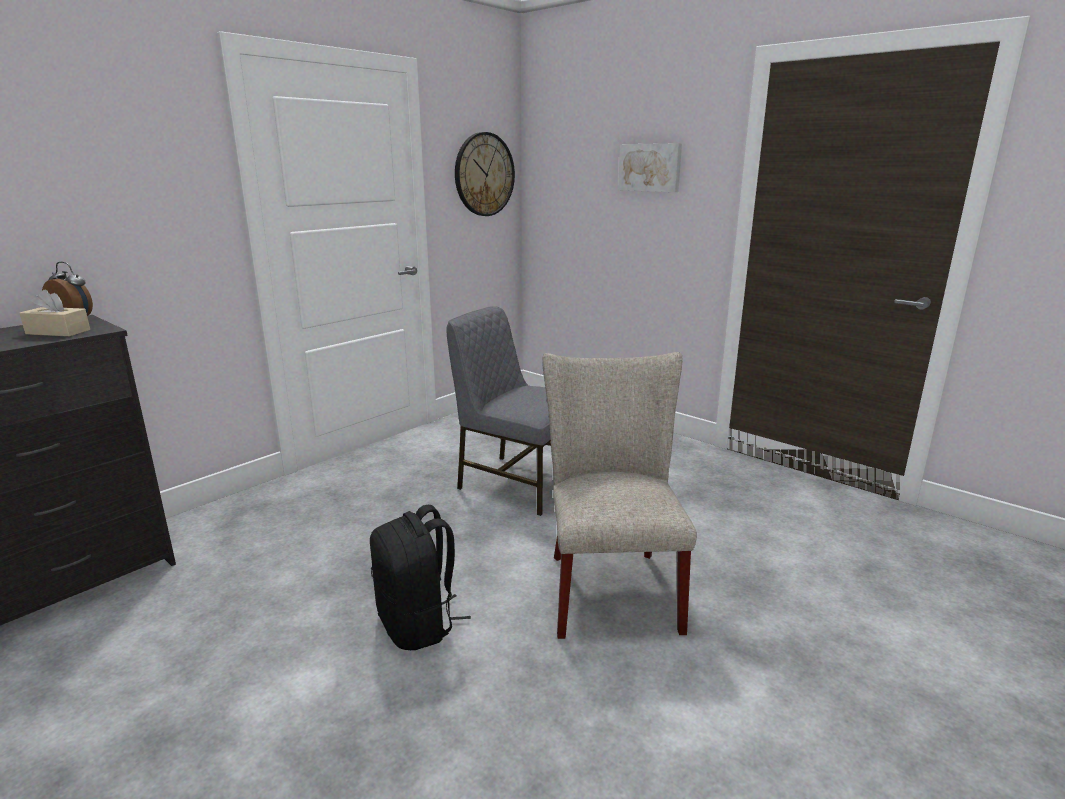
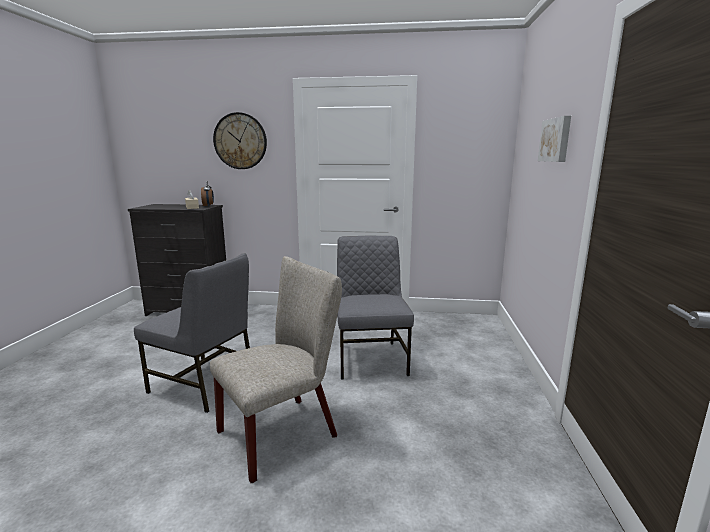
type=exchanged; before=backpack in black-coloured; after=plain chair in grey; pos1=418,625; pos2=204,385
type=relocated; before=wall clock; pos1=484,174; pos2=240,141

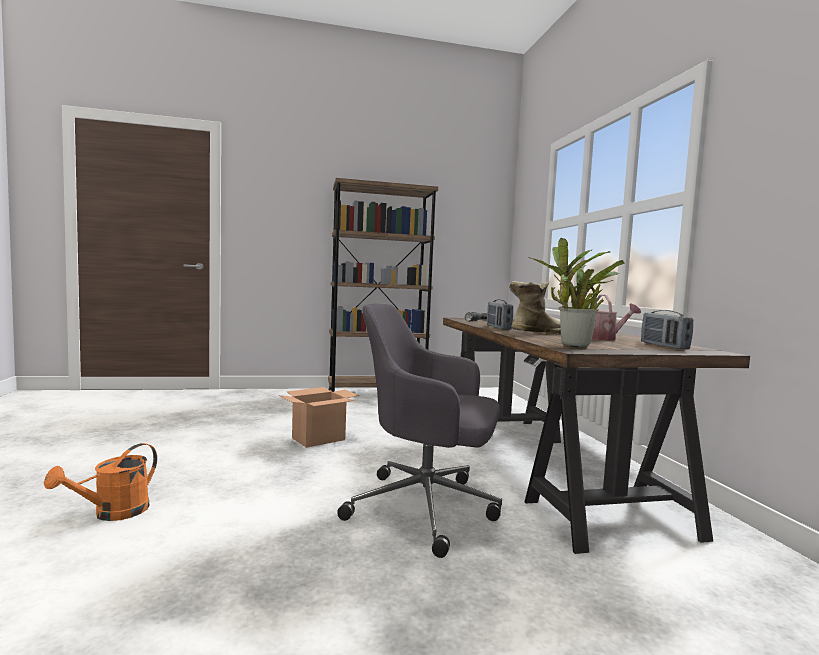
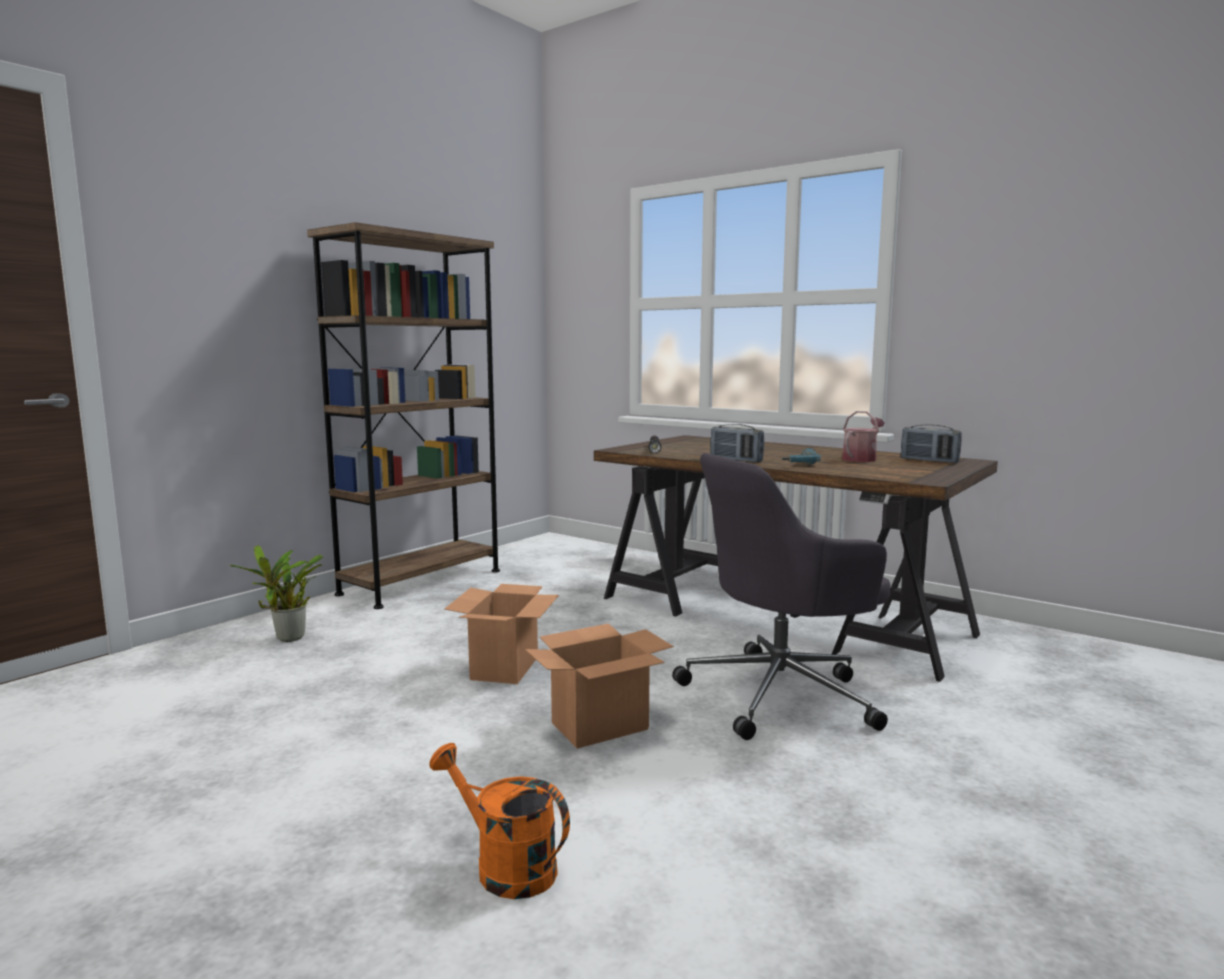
type=relocated; before=potted plant; pos1=572,346; pos2=288,639
type=spun; before=watering can in orange-coloured; pos1=113,514; pos2=504,866; turn=135
type=appeared; after=carton; pos2=600,726
type=exchanged; before=boot; after=power drill; pos1=535,333; pos2=797,462

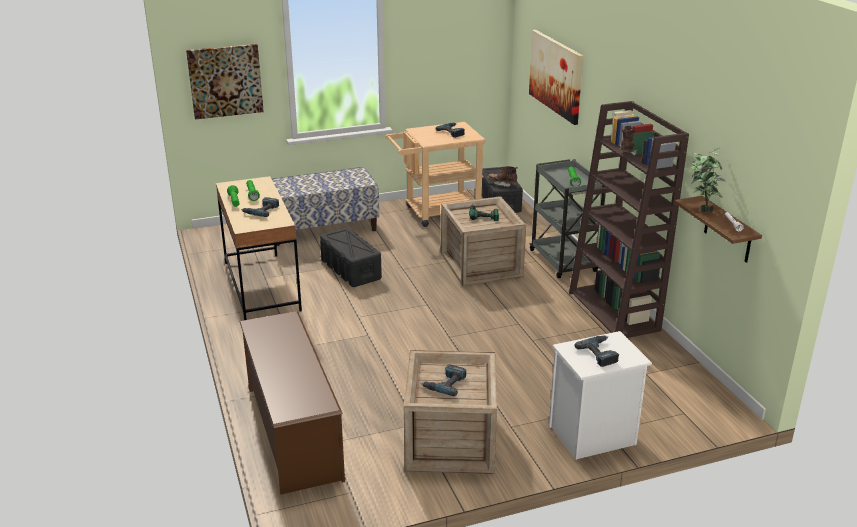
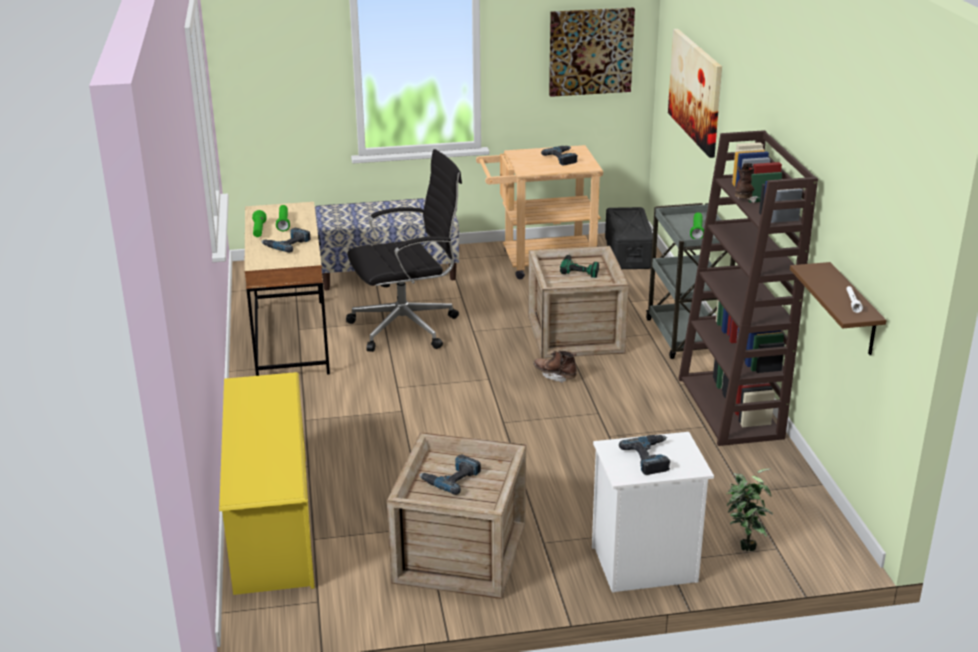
type=colour; before=shoe rack in brown-coloured; after=shoe rack in yellowish; pos1=293,432; pos2=271,521
type=exchanged; before=storage container in black-coloured; after=computer chair in black-coloured; pos1=351,269; pos2=407,327
type=relocated; before=boot in brown-coloured; pos1=502,184; pos2=555,375
type=relocated; before=picture; pos1=225,81; pos2=590,51
type=relocated; before=potted plant; pos1=701,208; pos2=744,543

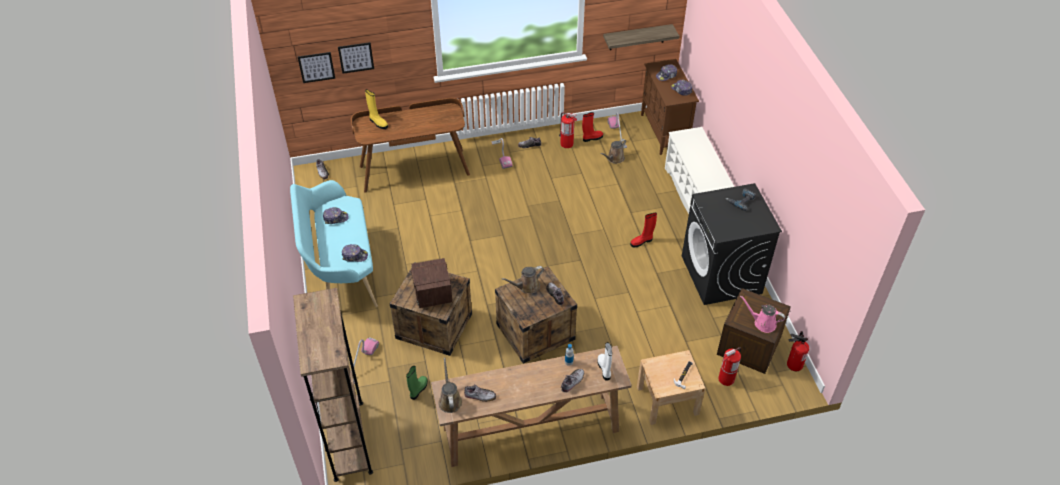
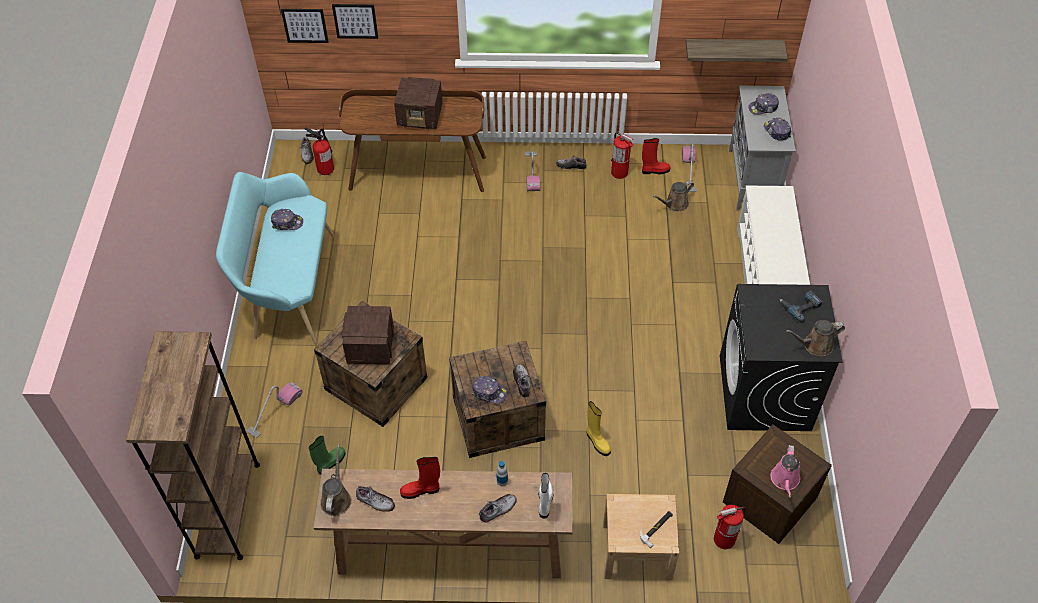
type=relocated; before=fire-fighting cylinder; pos1=793,364; pos2=326,168
type=appeared; after=radio set; pos2=421,116
type=relocated; before=boot in reddish; pos1=642,241; pos2=421,490
type=relocated; before=cap; pos1=354,256; pos2=489,392
type=relocated; before=boot in yellowish; pos1=378,123; pos2=597,442
type=colour; before=cabinet in brown-coloured; after=cabinet in grey; pos1=664,132; pos2=752,180
type=spun; before=watering can in pinkish; pos1=762,323; pos2=785,480; turn=-120
type=relocated; before=watering can in brown-coloured; pos1=526,286; pos2=815,345

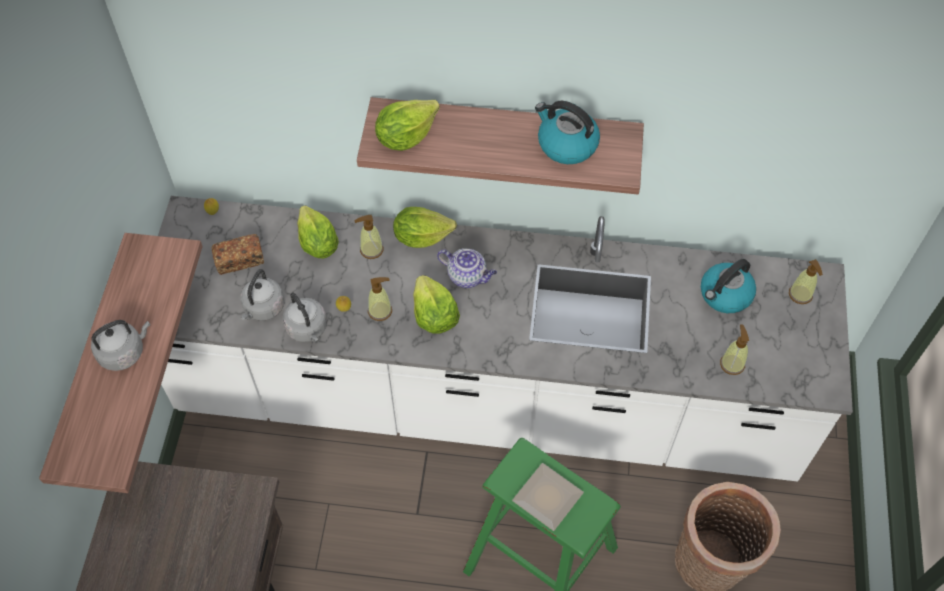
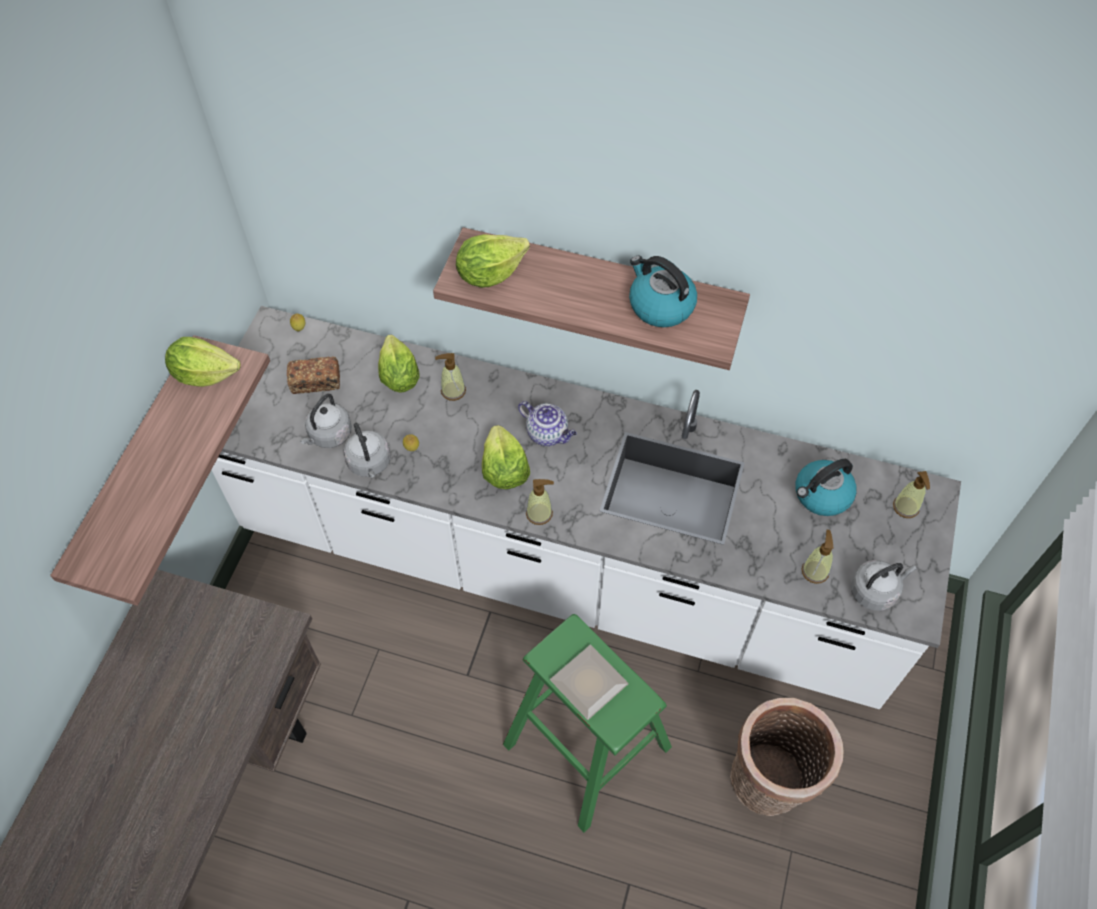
type=relocated; before=lettuce; pos1=421,237; pos2=204,374
type=relocated; before=soap dispenser; pos1=380,311; pos2=539,513
type=relocated; before=water kettle in grey; pos1=124,352; pos2=875,591

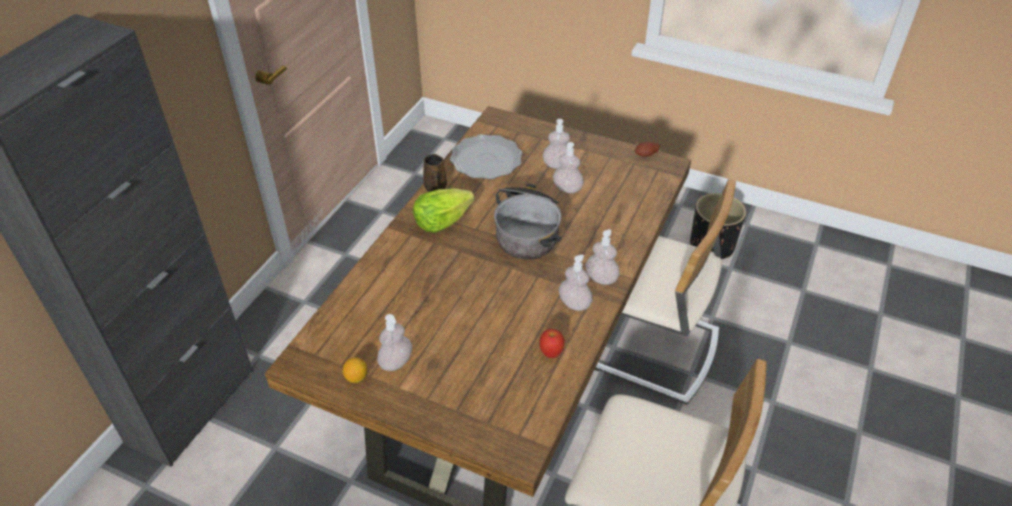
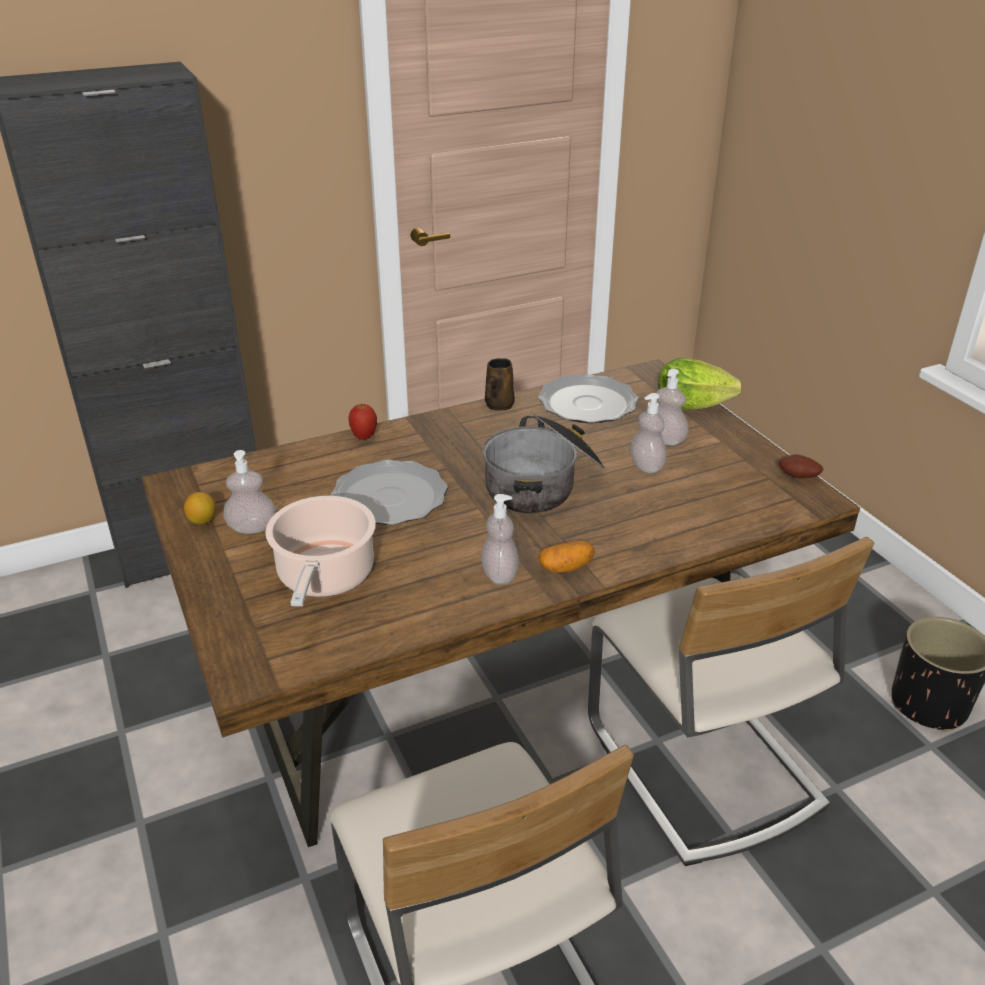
type=appeared; after=cooking pot; pos2=325,577
type=appeared; after=plate; pos2=390,498
type=relocated; before=apple fruit; pos1=551,353; pos2=364,437
type=exchanged; before=soap dispenser; after=whole potato; pos1=601,278; pos2=566,567
type=relocated; before=lettuce; pos1=441,222; pos2=691,405

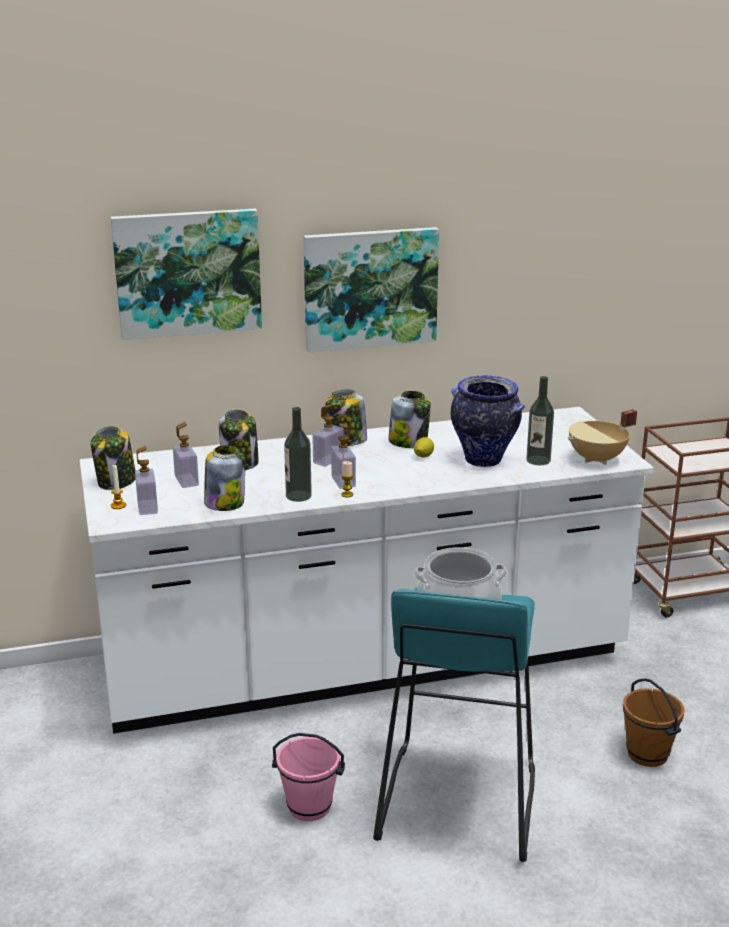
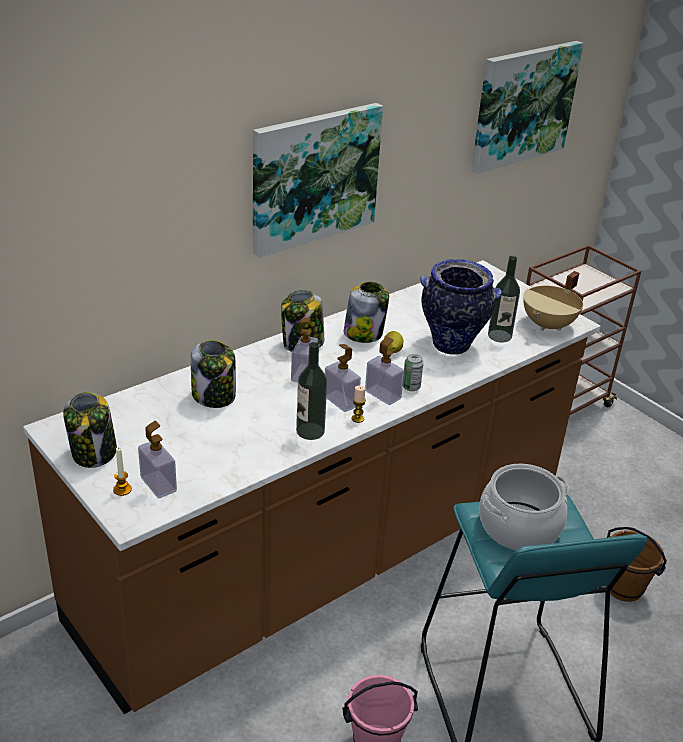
type=colour; before=kitchen base unit in white; after=kitchen base unit in brown-coloured; pos1=364,664; pos2=330,554
type=relocated; before=soap dispenser; pos1=186,481; pos2=382,395
type=appeared; after=metal can; pos2=411,387
type=relocated; before=picture; pos1=187,272; pos2=523,105
type=missing; before=preserve jar; pos1=225,503

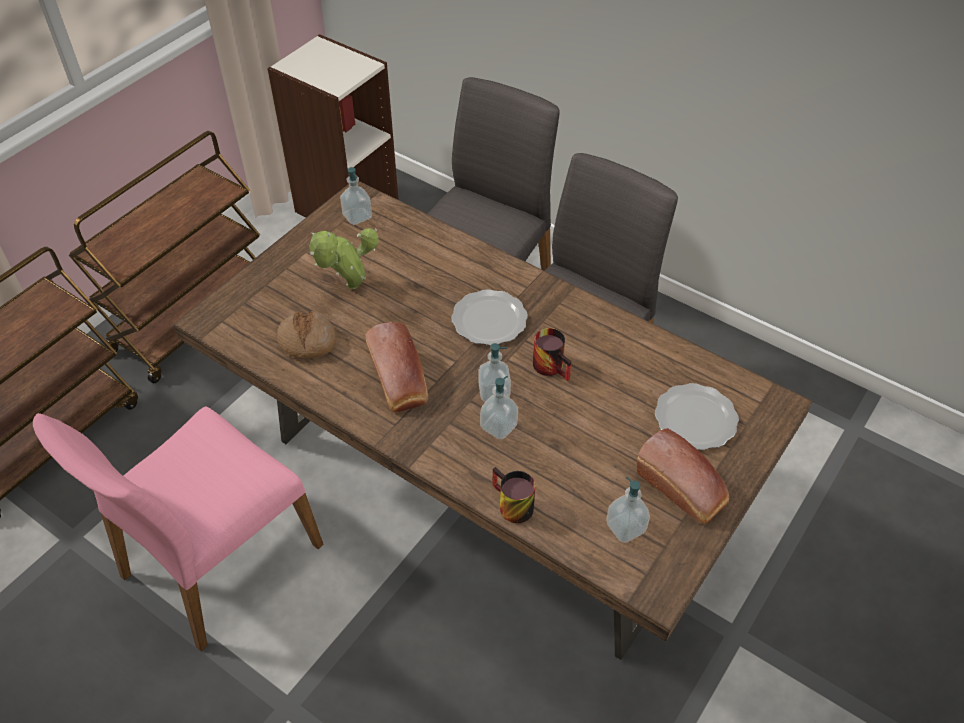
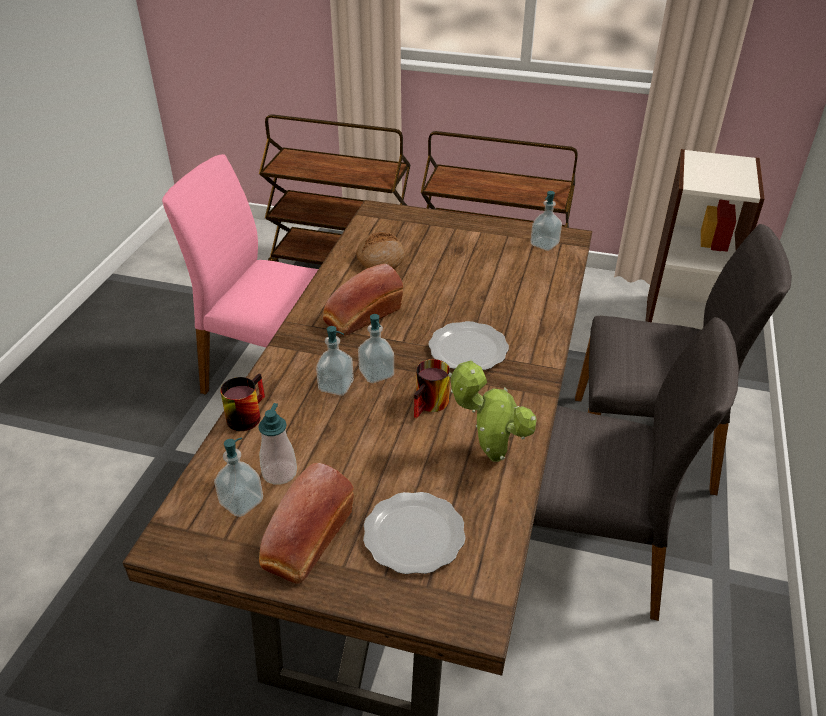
type=appeared; after=soap dispenser; pos2=279,473
type=relocated; before=potted plant; pos1=349,288; pos2=490,455

